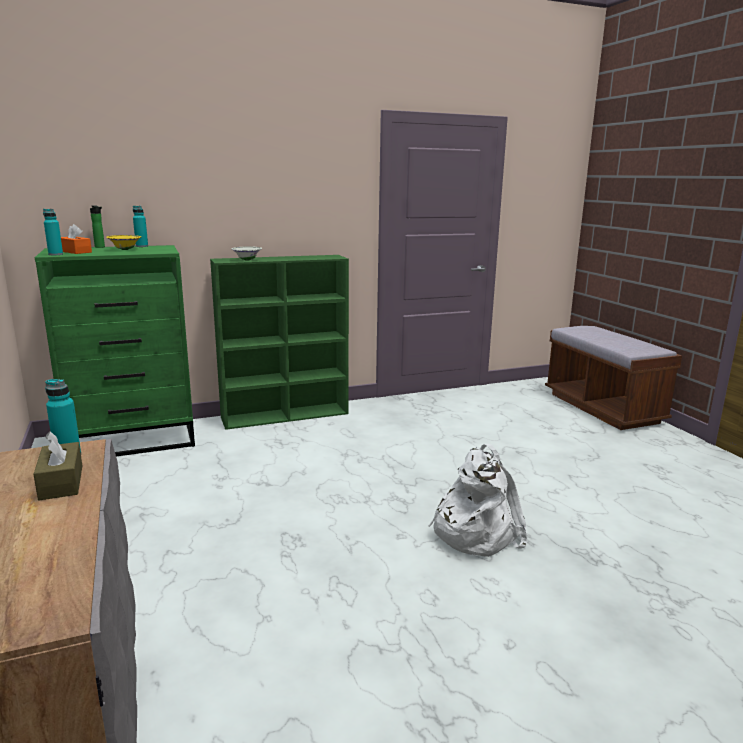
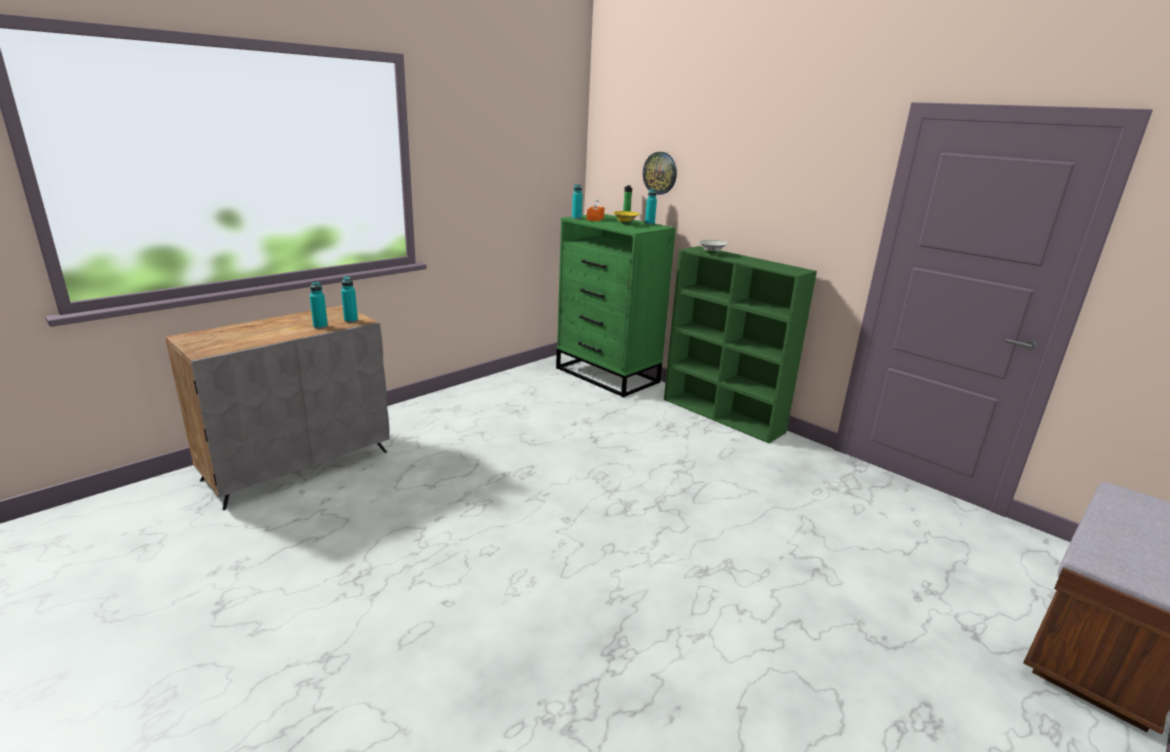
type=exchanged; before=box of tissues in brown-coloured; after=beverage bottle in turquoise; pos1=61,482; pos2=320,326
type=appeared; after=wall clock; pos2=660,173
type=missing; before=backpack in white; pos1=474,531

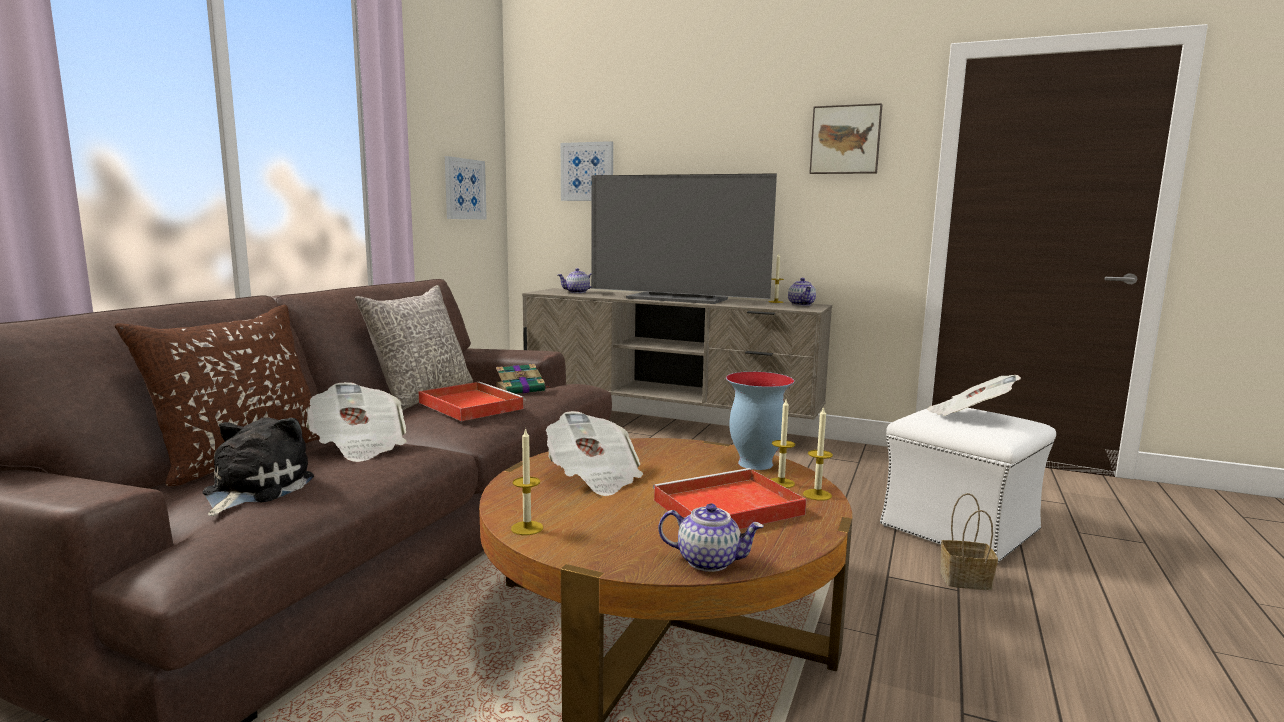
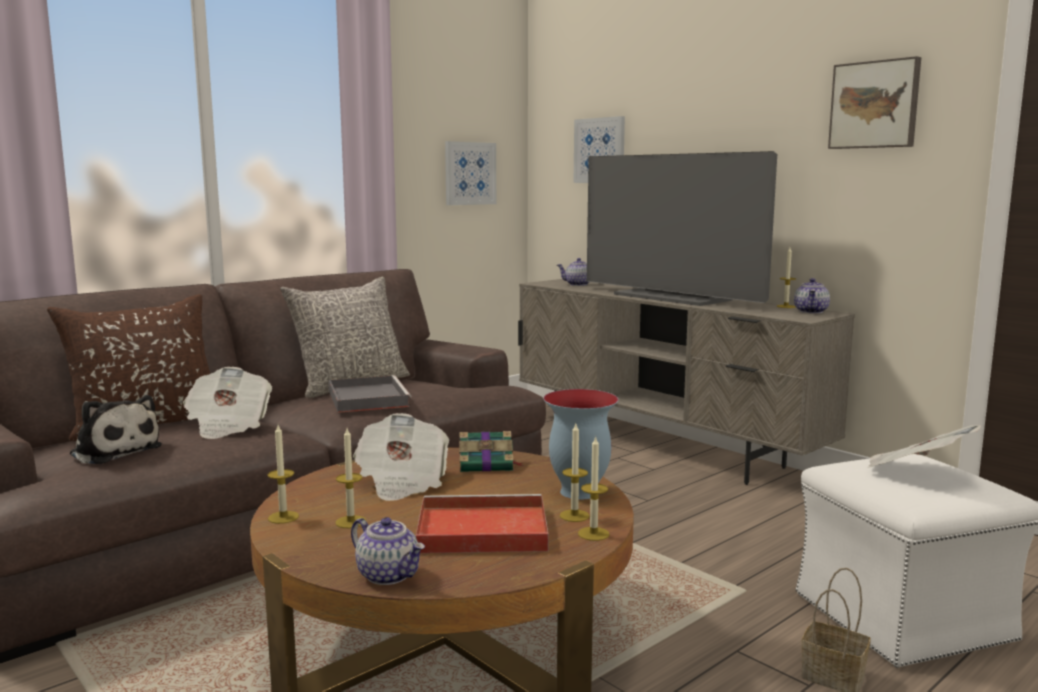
type=spun; before=plush toy; pos1=254,489; pos2=114,451; turn=90
type=colour; before=serving tray in reddish; after=serving tray in grey; pos1=469,405; pos2=367,398
type=appeared; after=wax candle; pos2=350,522
type=relocated; before=book; pos1=521,389; pos2=487,464

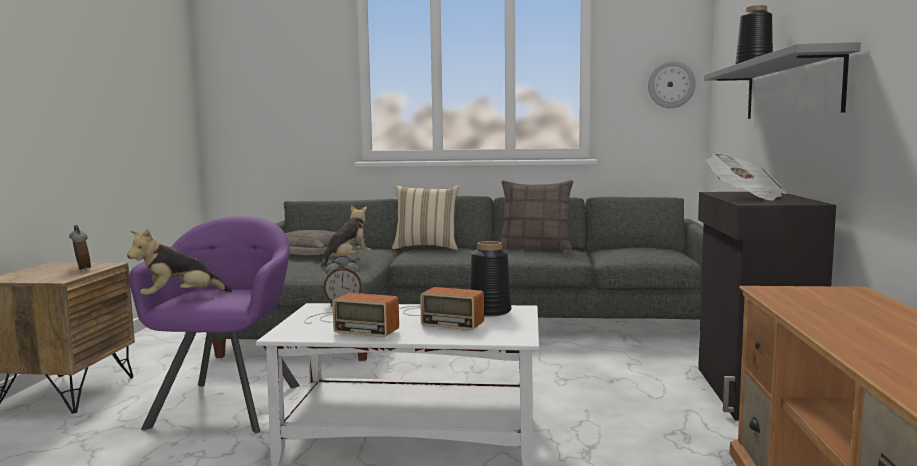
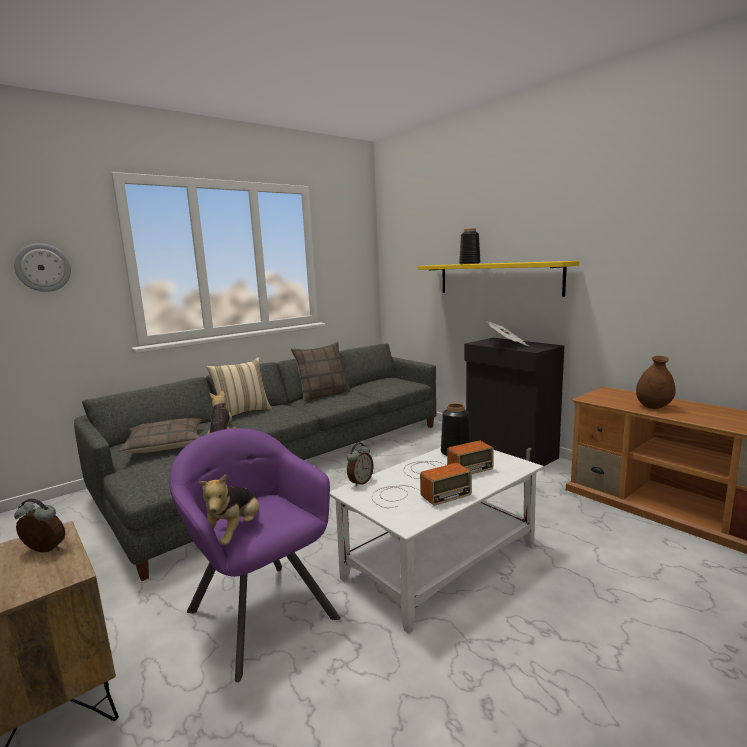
type=relocated; before=wall clock; pos1=671,84; pos2=43,267
type=colour; before=shelf in grey; after=shelf in yellowish; pos1=790,88; pos2=497,279
type=appeared; after=vase in brown-coloured; pos2=653,407

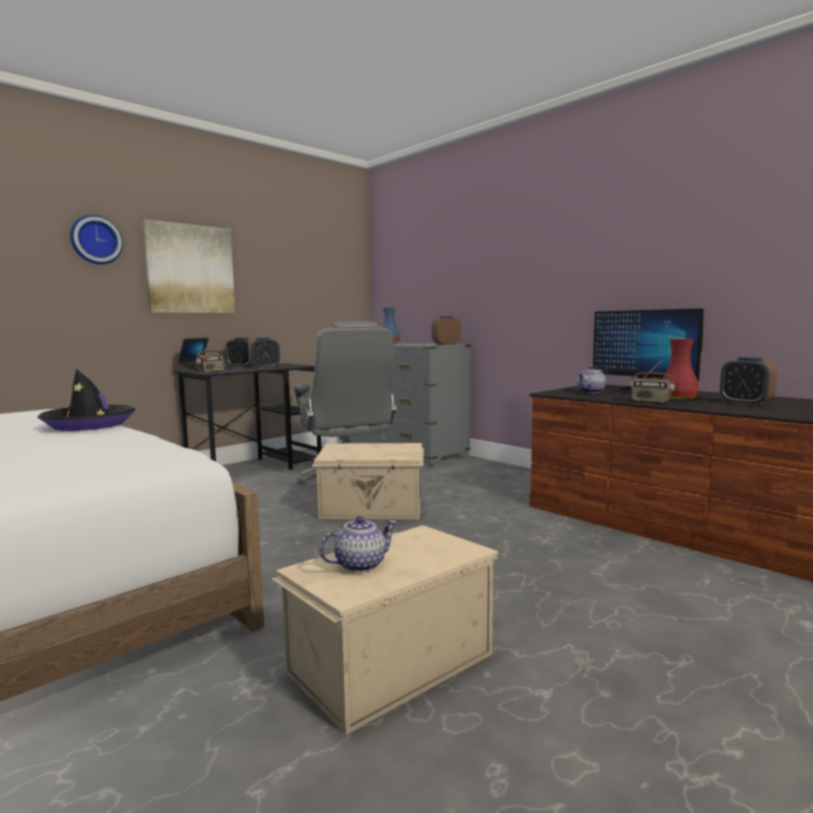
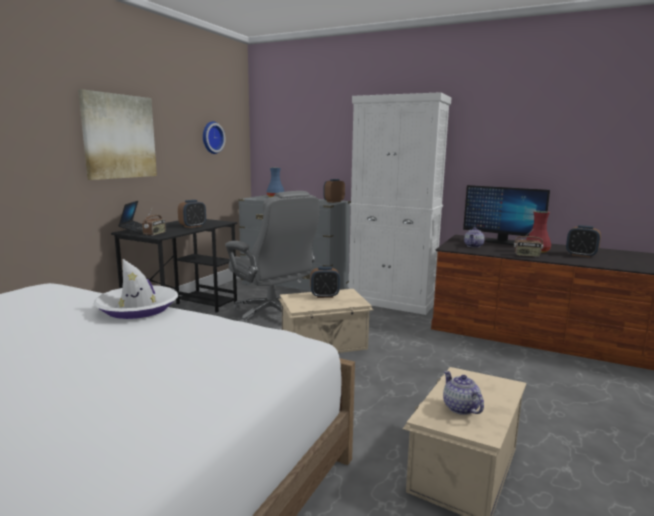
type=colour; before=hat in black-coloured; after=hat in white; pos1=89,425; pos2=138,308
type=relocated; before=wall clock; pos1=95,240; pos2=211,137
type=relocated; before=table clock; pos1=242,367; pos2=324,296
type=appeared; after=cabinet in white; pos2=391,302
type=spun; before=pot for tea; pos1=360,564; pos2=460,408; turn=-60

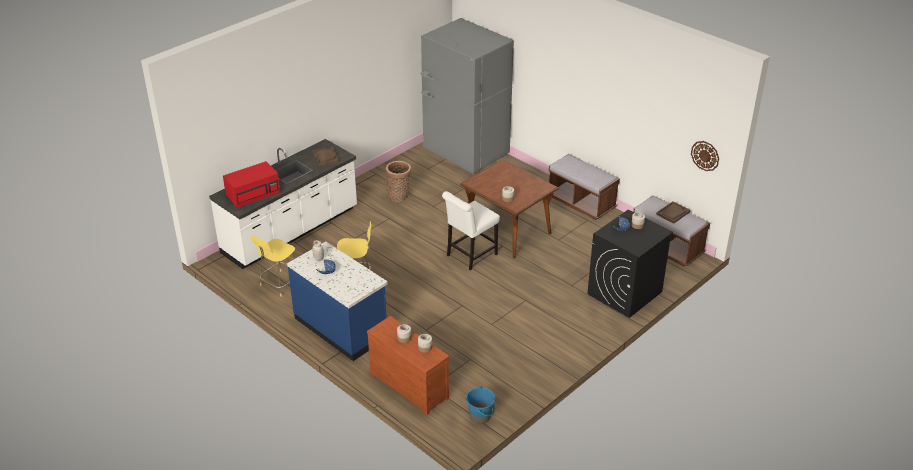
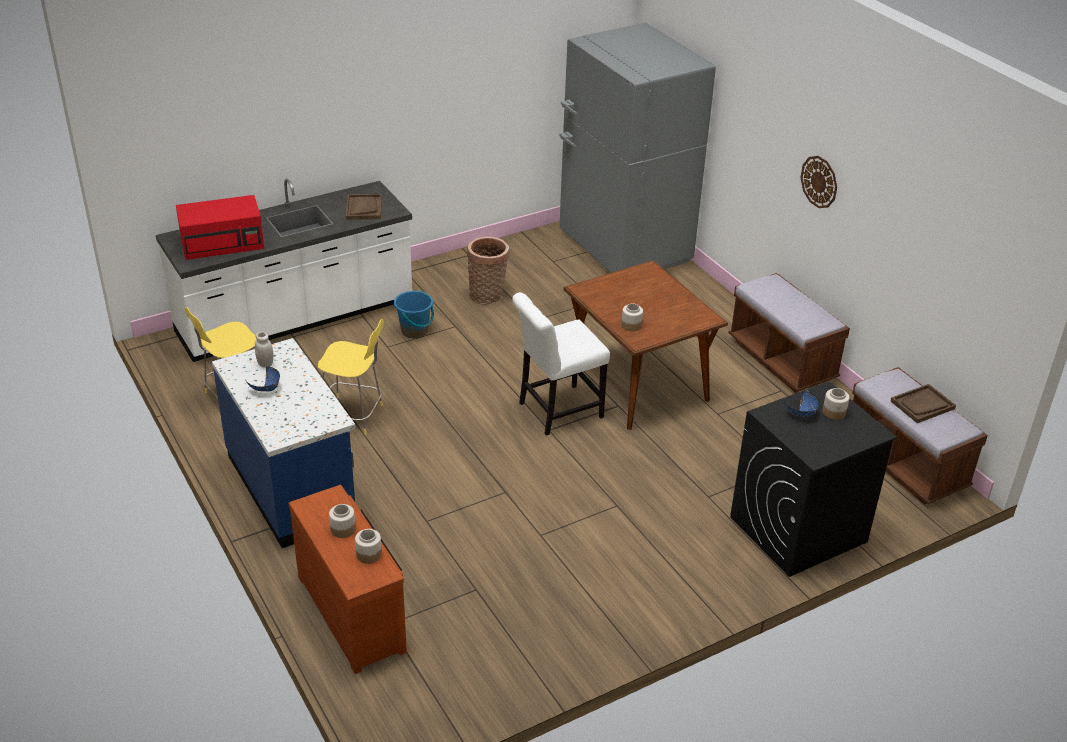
type=relocated; before=water bucket in blue; pos1=480,416; pos2=414,331
type=relocated; before=wall clock; pos1=705,155; pos2=819,181

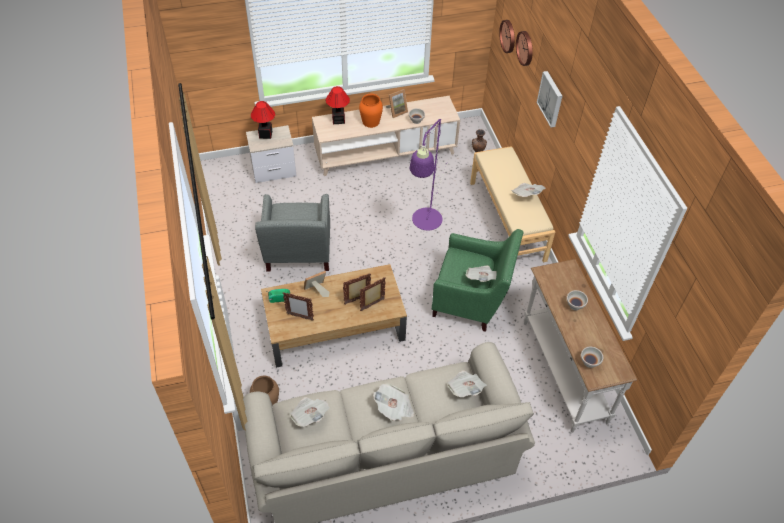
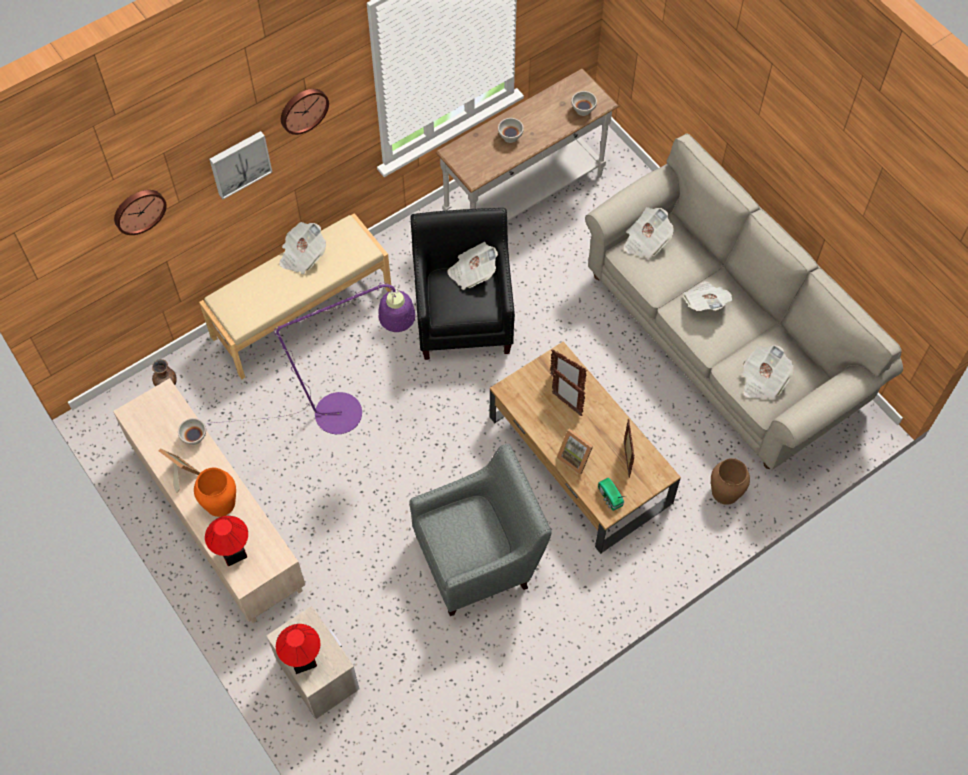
type=relocated; before=wall clock; pos1=508,36; pos2=303,109
type=colour; before=easy chair in green; after=easy chair in black-coloured; pos1=471,301; pos2=464,317

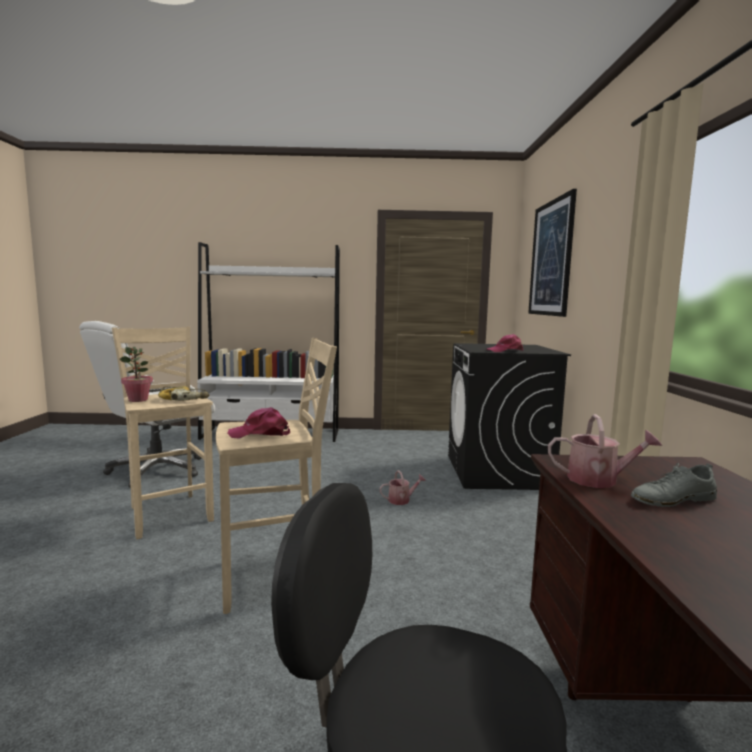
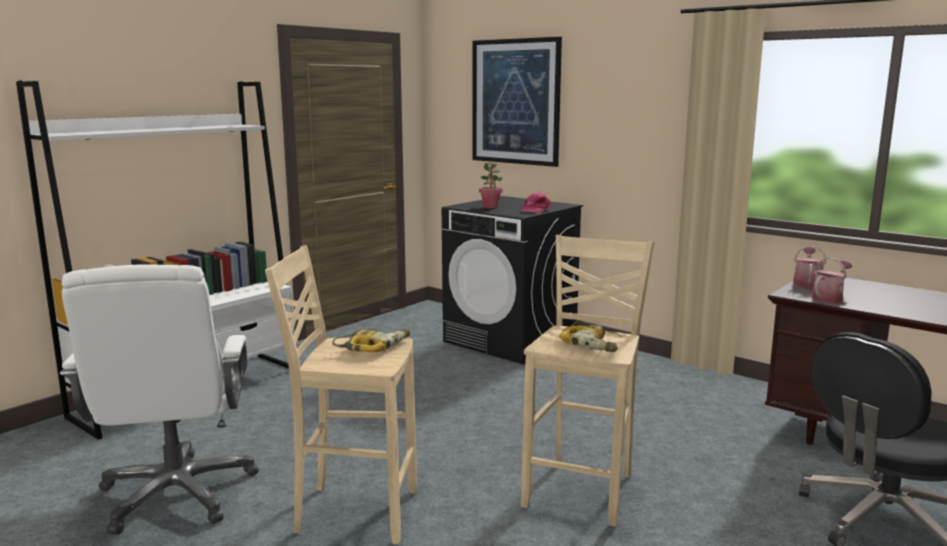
type=relocated; before=potted plant; pos1=138,400; pos2=491,207
type=exchanged; before=cap in pinkish; after=power drill; pos1=260,434; pos2=593,344
type=relocated; before=watering can; pos1=402,500; pos2=807,283
type=missing; before=low shoe in grey; pos1=672,499

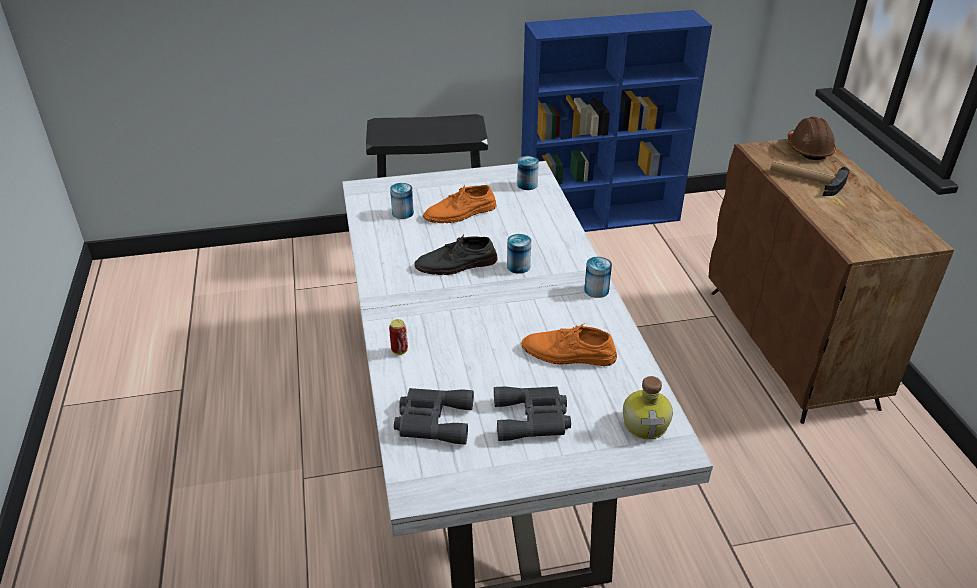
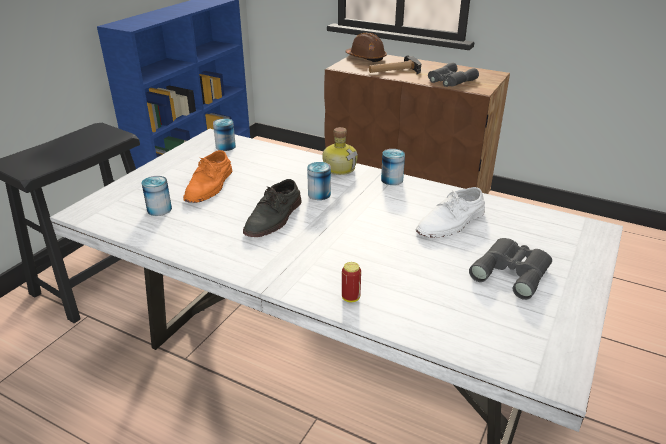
type=relocated; before=beverage bottle; pos1=646,424; pos2=339,168
type=colour; before=low shoe in orange-coloured; after=low shoe in white; pos1=568,354; pos2=451,222
type=relocated; before=pair of binoculars in grey; pos1=432,420; pos2=450,80

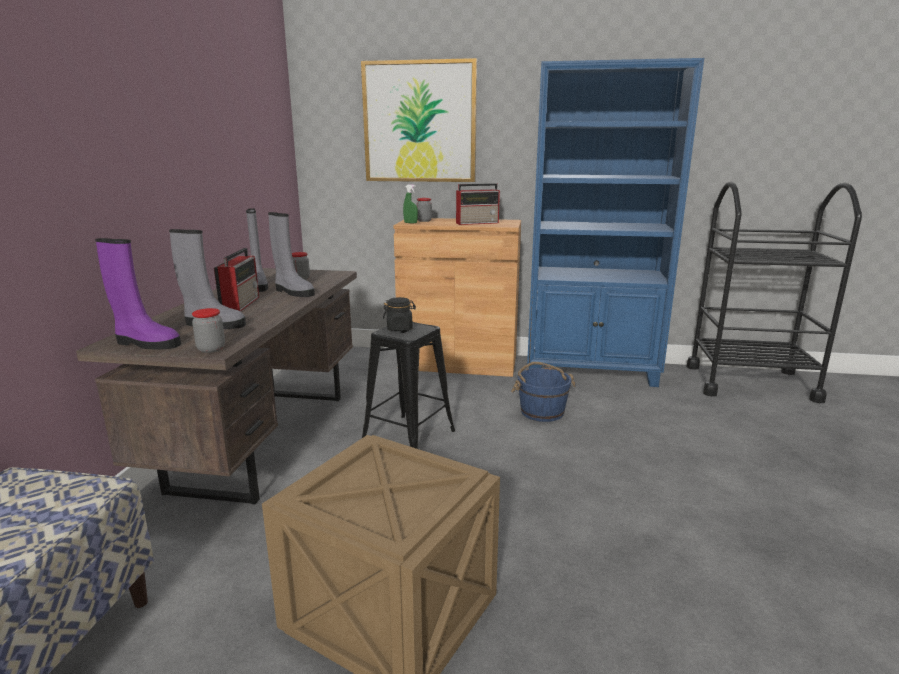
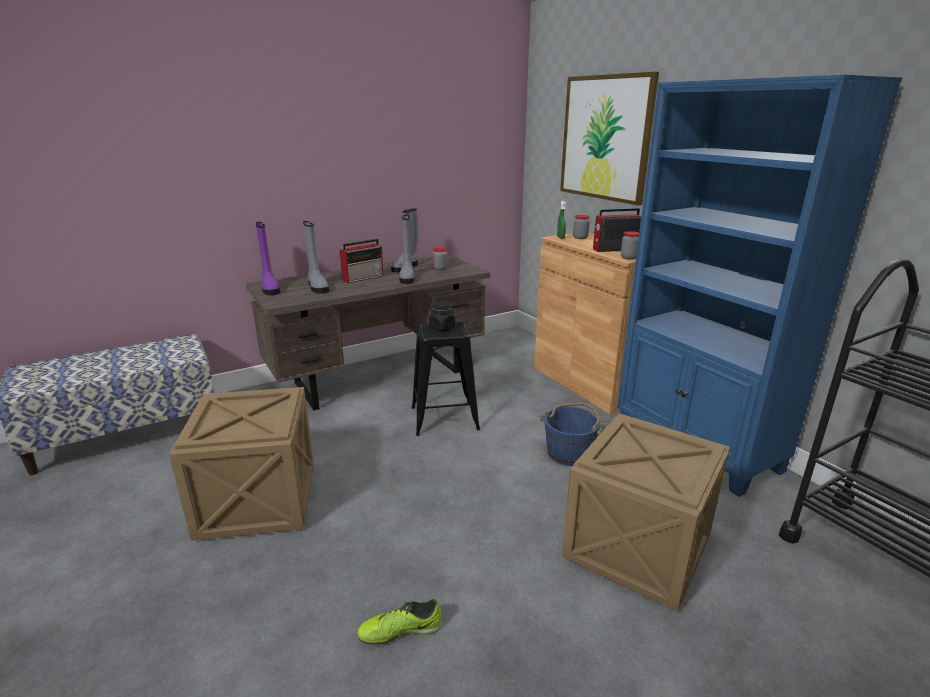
type=appeared; after=low shoe; pos2=400,631
type=appeared; after=packing crate; pos2=638,545
type=spun; before=radio set; pos1=478,223; pos2=614,249; turn=135
type=relocated; before=preserve jar; pos1=211,349; pos2=629,257

